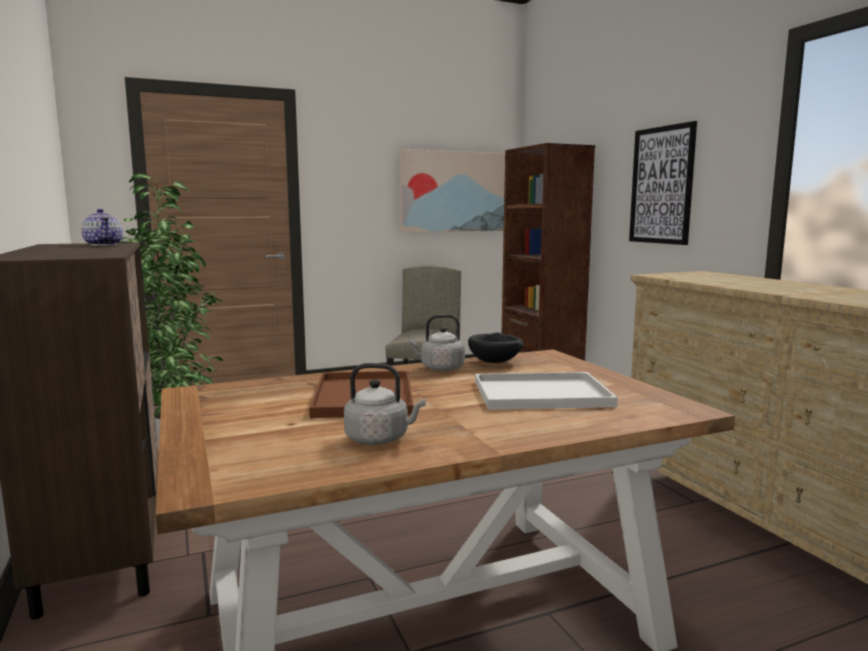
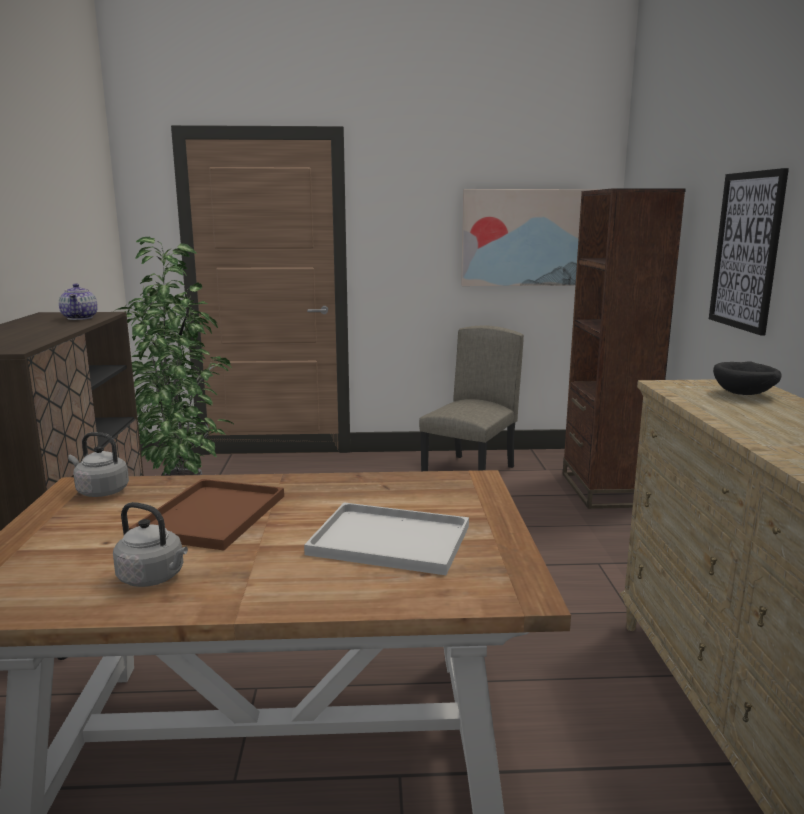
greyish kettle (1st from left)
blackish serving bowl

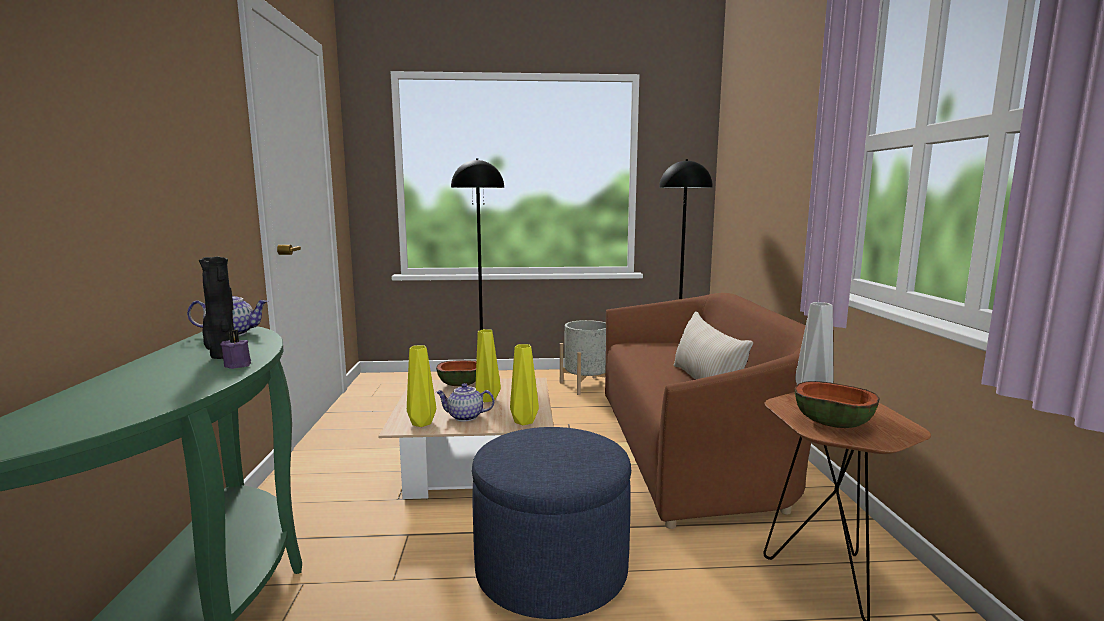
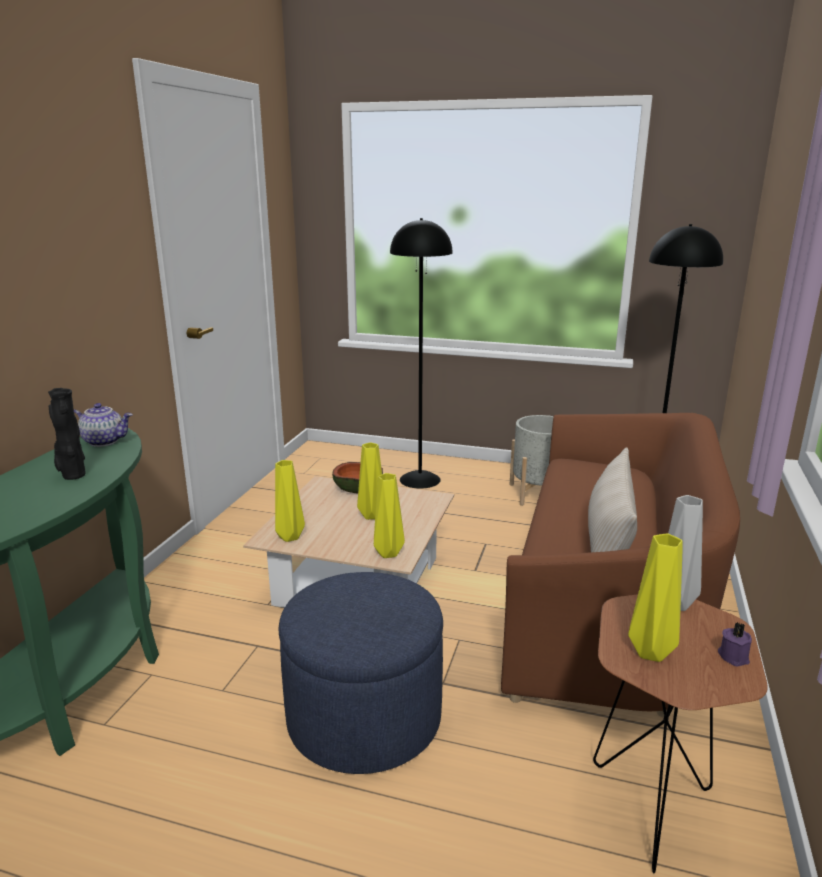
teapot (2nd from left in the first image)
purple-coloured wax candle
yellowish flower vase (4th from left)

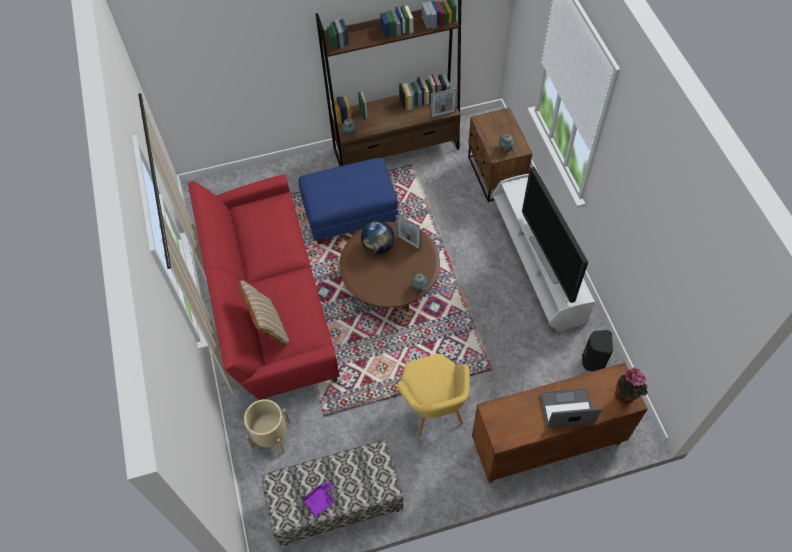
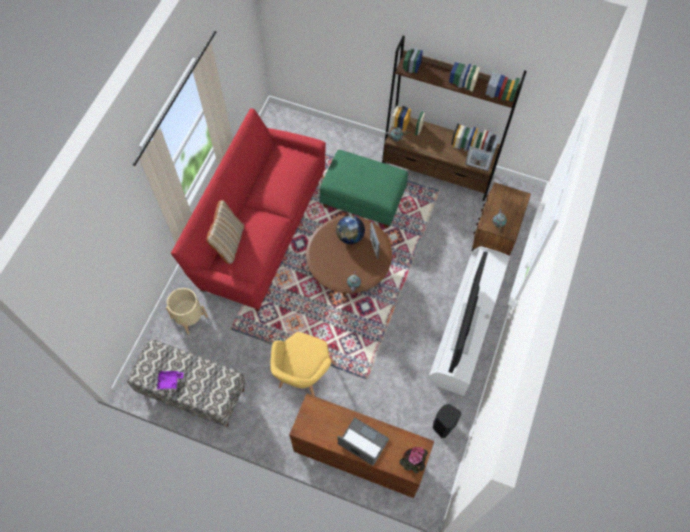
greenish pouffe

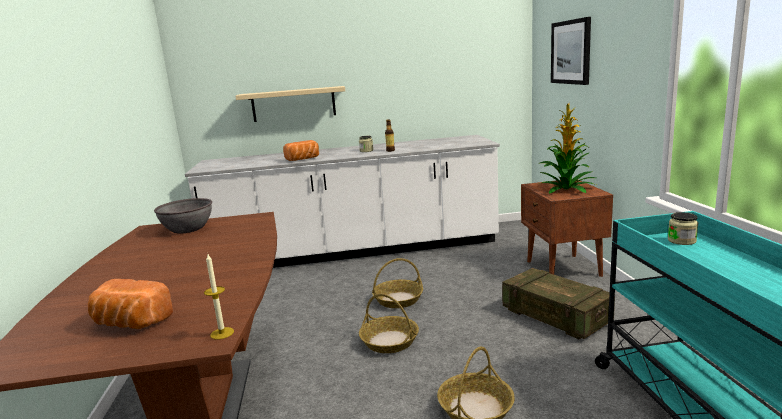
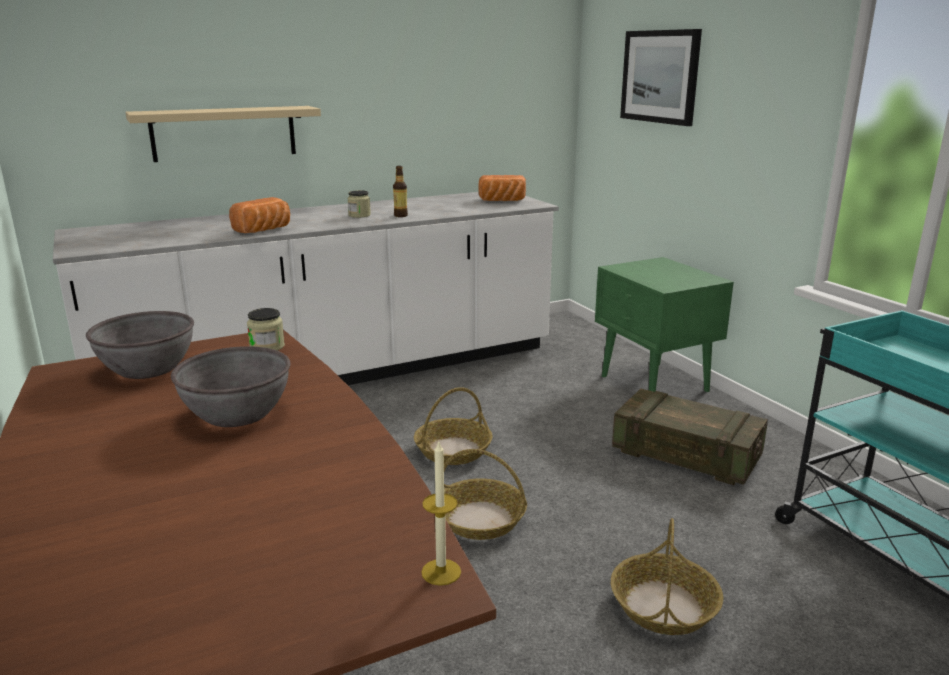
houseplant
greyish serving bowl (2nd from left)
bread (2nd from left)
jar (1st from left)
greenish bedside table

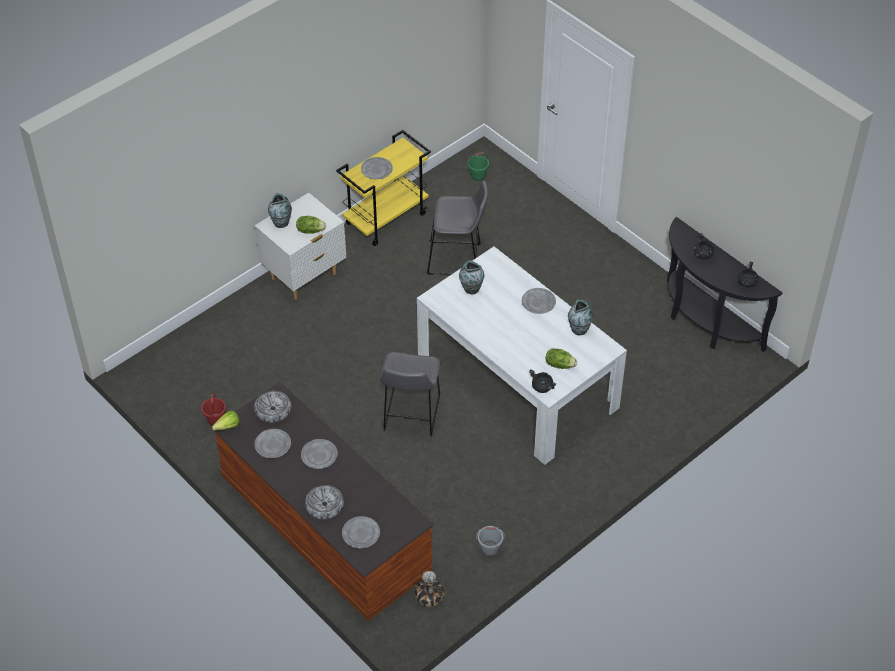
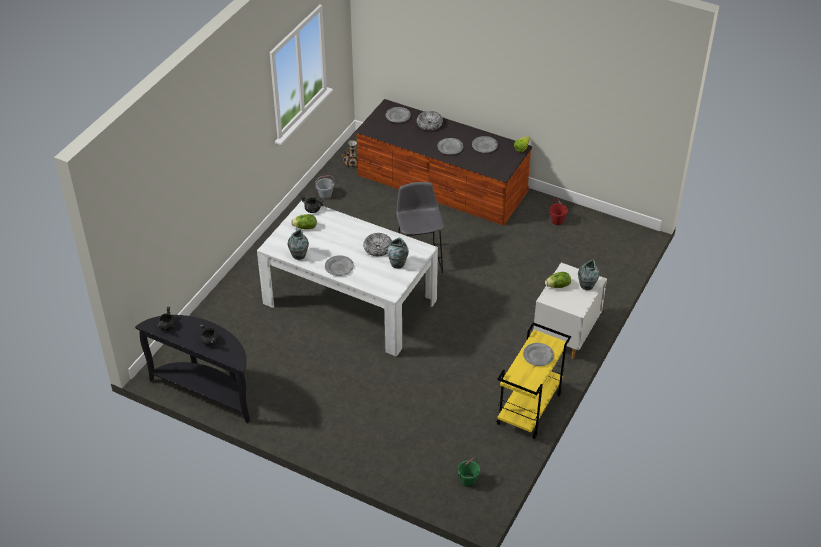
greyish stool seat (2nd from left in the first image)
serving bowl (1st from left)

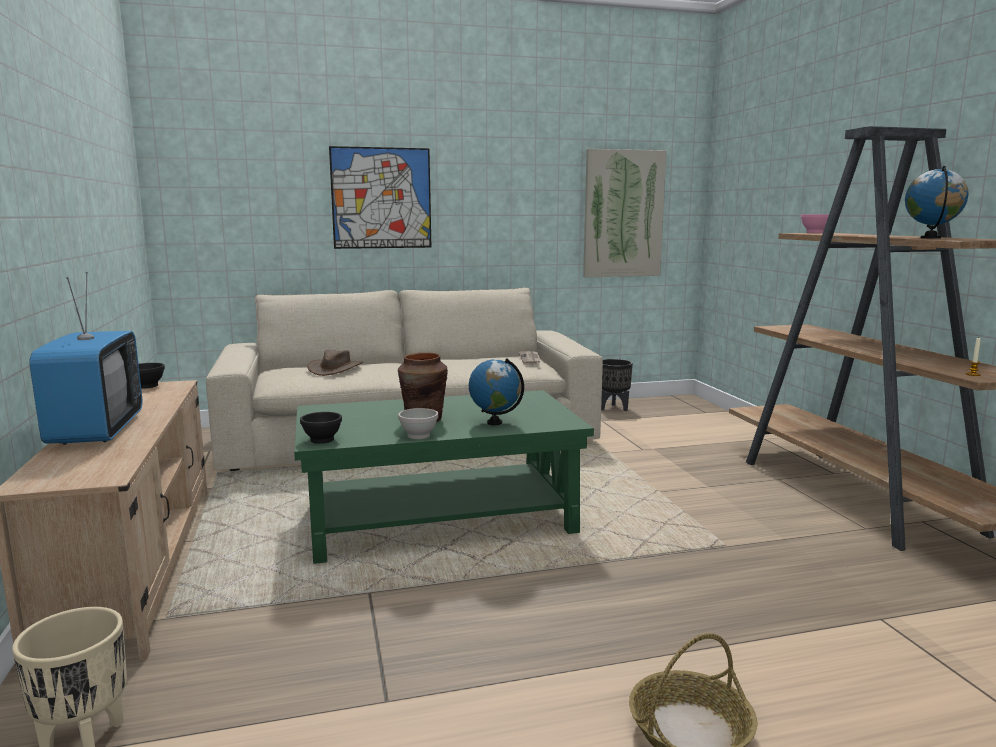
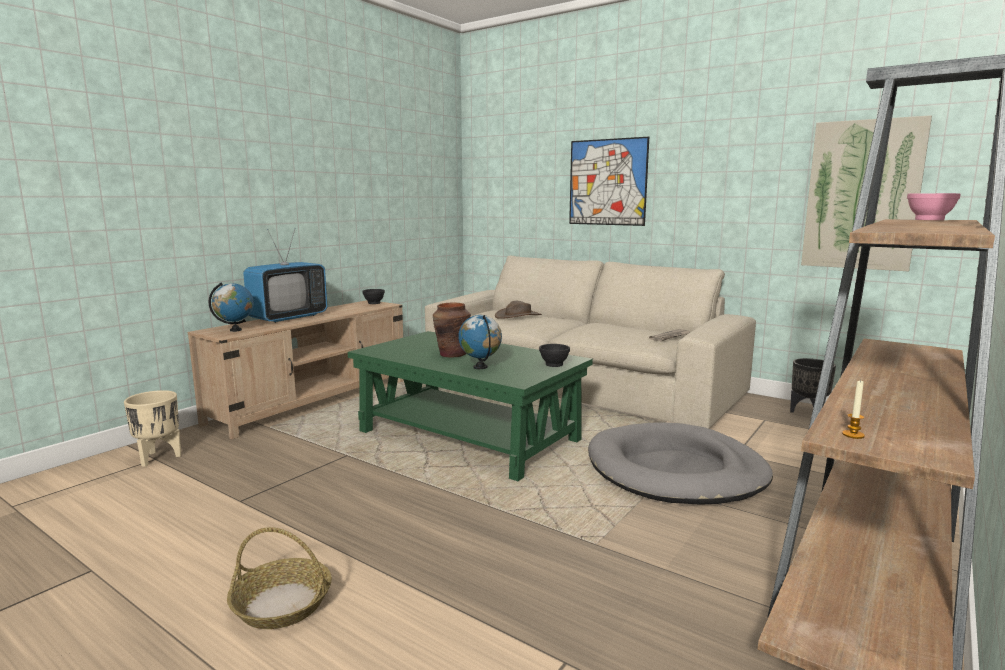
whitish serving bowl
greyish dog bed
blackish serving bowl (2nd from left)
globe (1st from left)

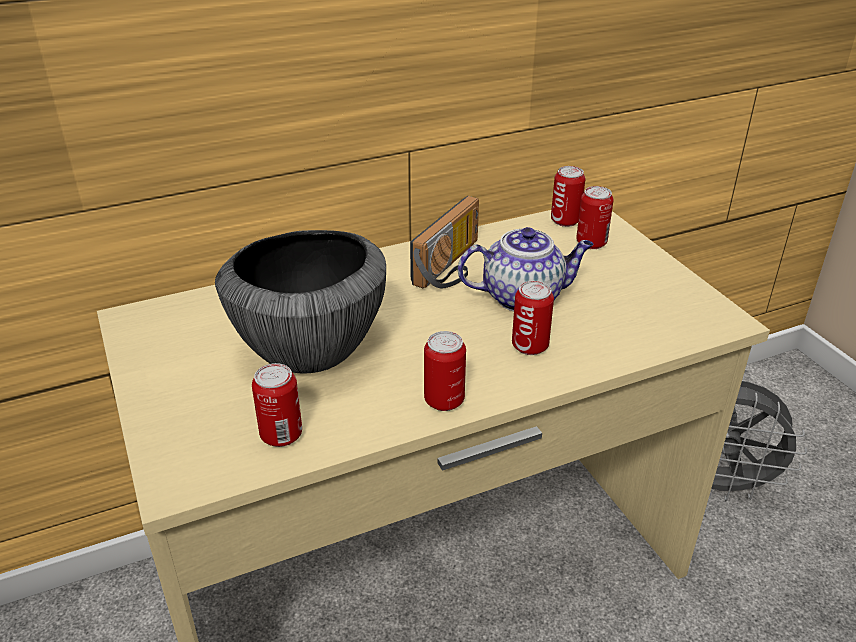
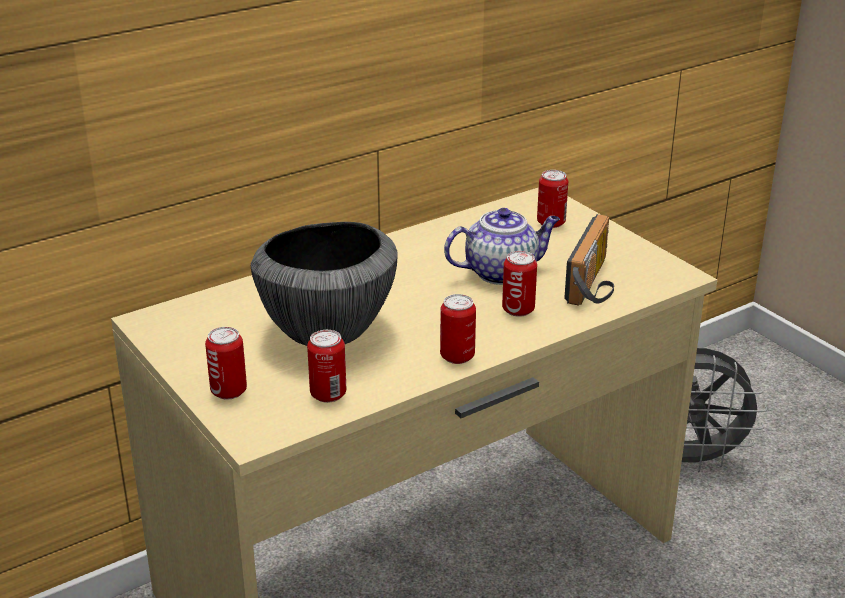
radio
metal can (1st from left)

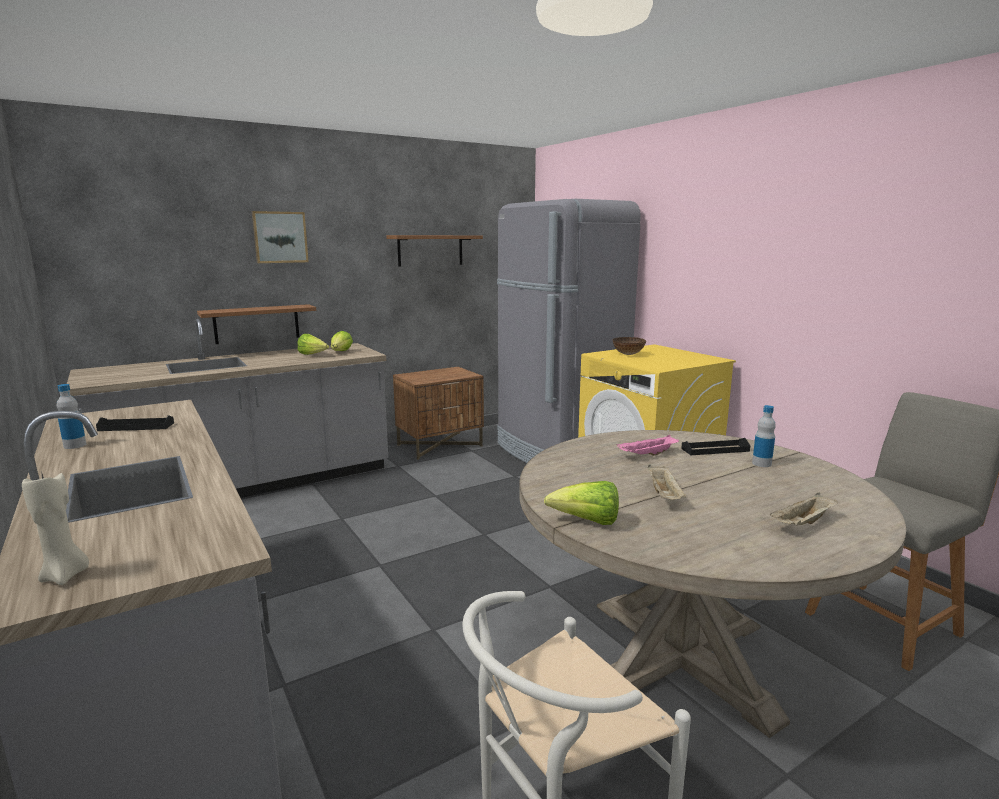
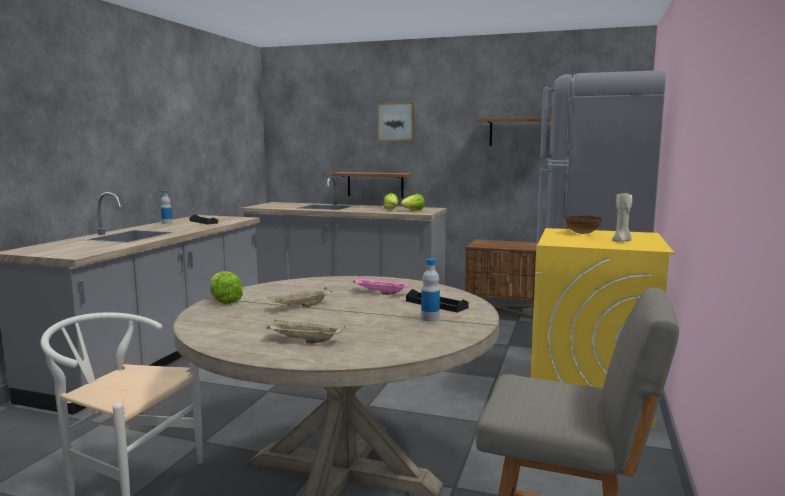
beige-coloured wax candle

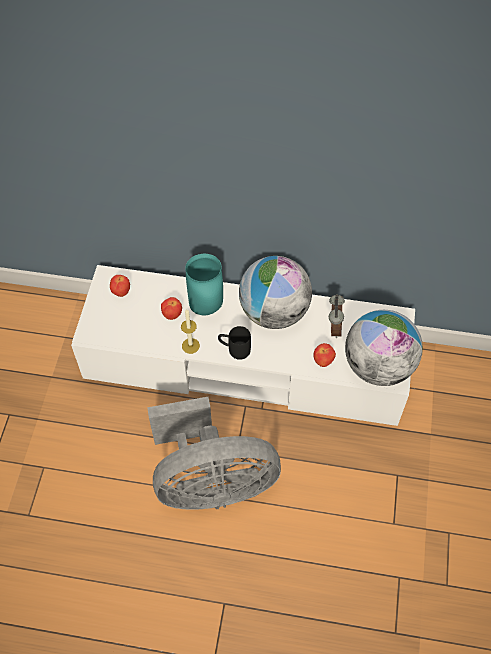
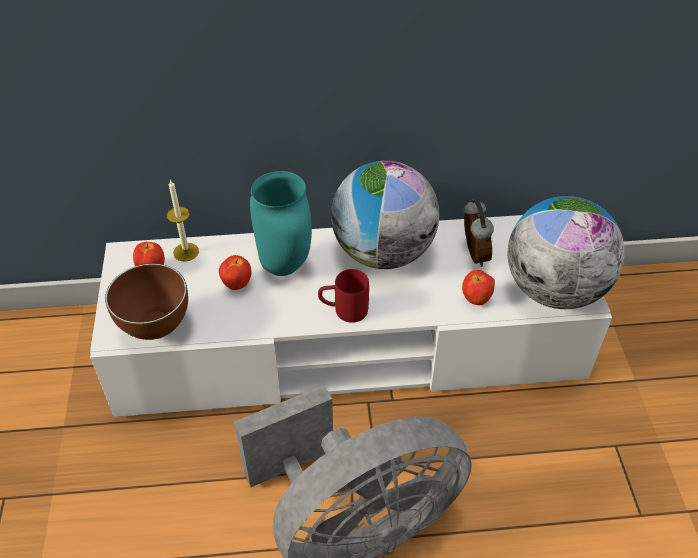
brown serving bowl
wax candle
reddish coffee mug

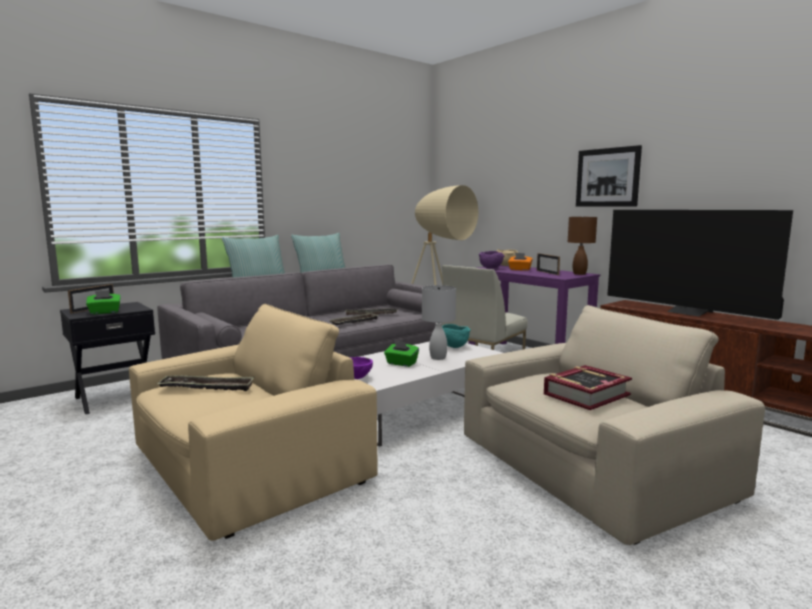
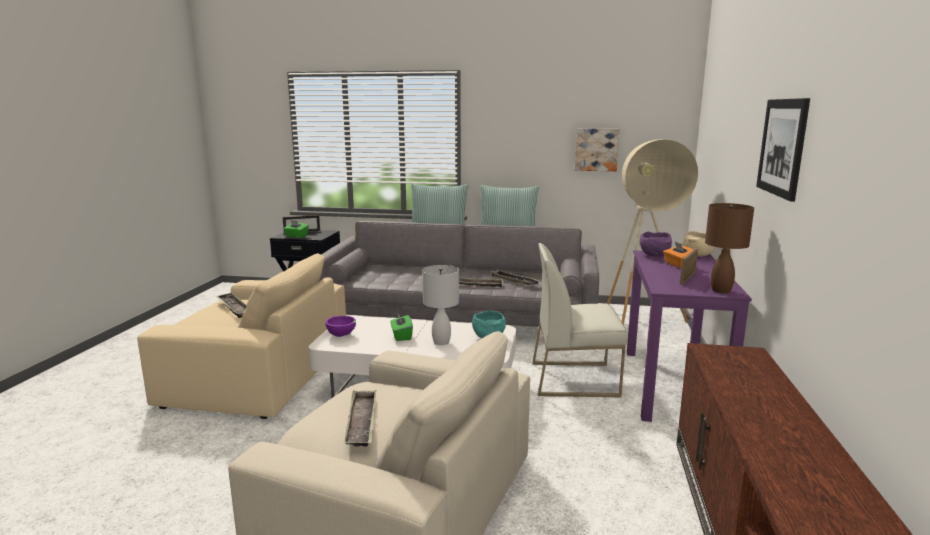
TV
picture (1st from left)
serving tray (2nd from left)

